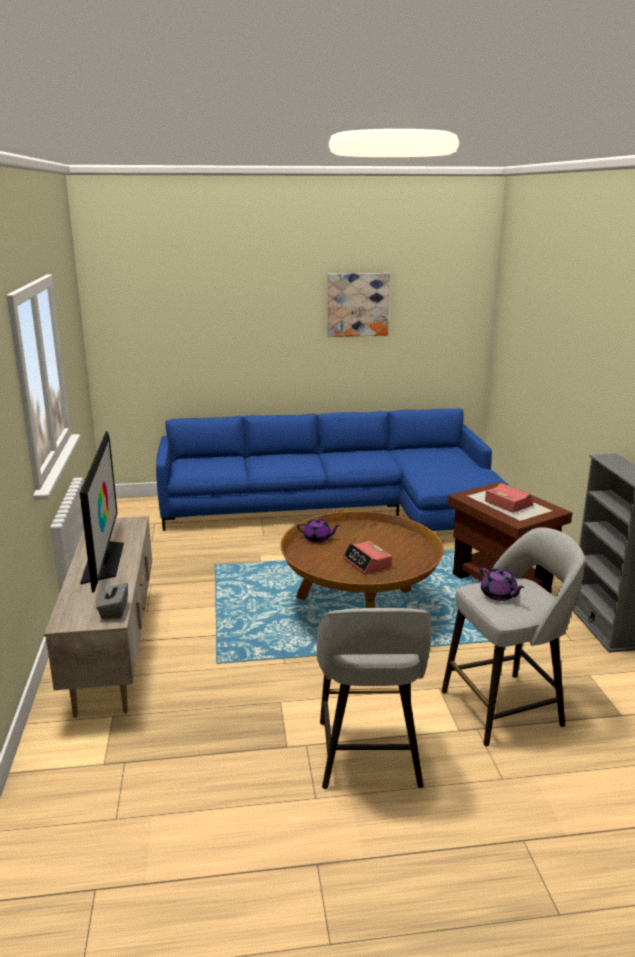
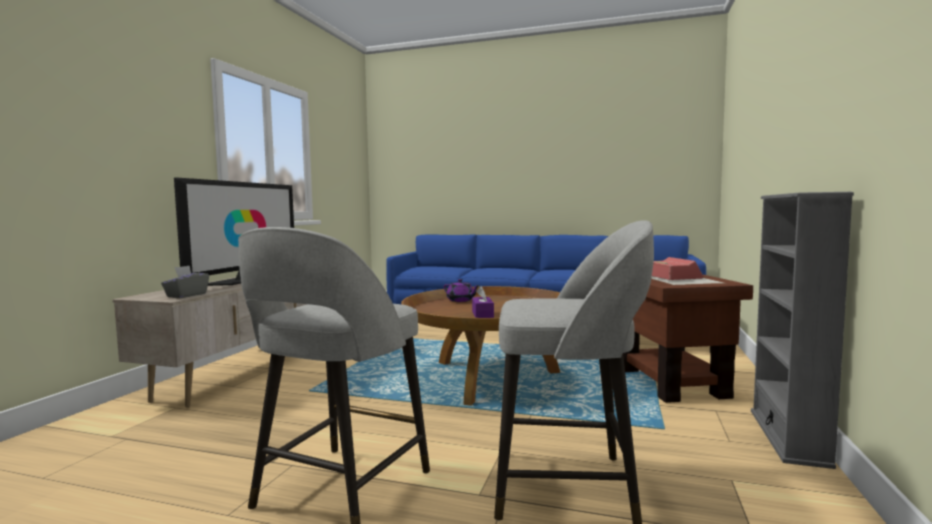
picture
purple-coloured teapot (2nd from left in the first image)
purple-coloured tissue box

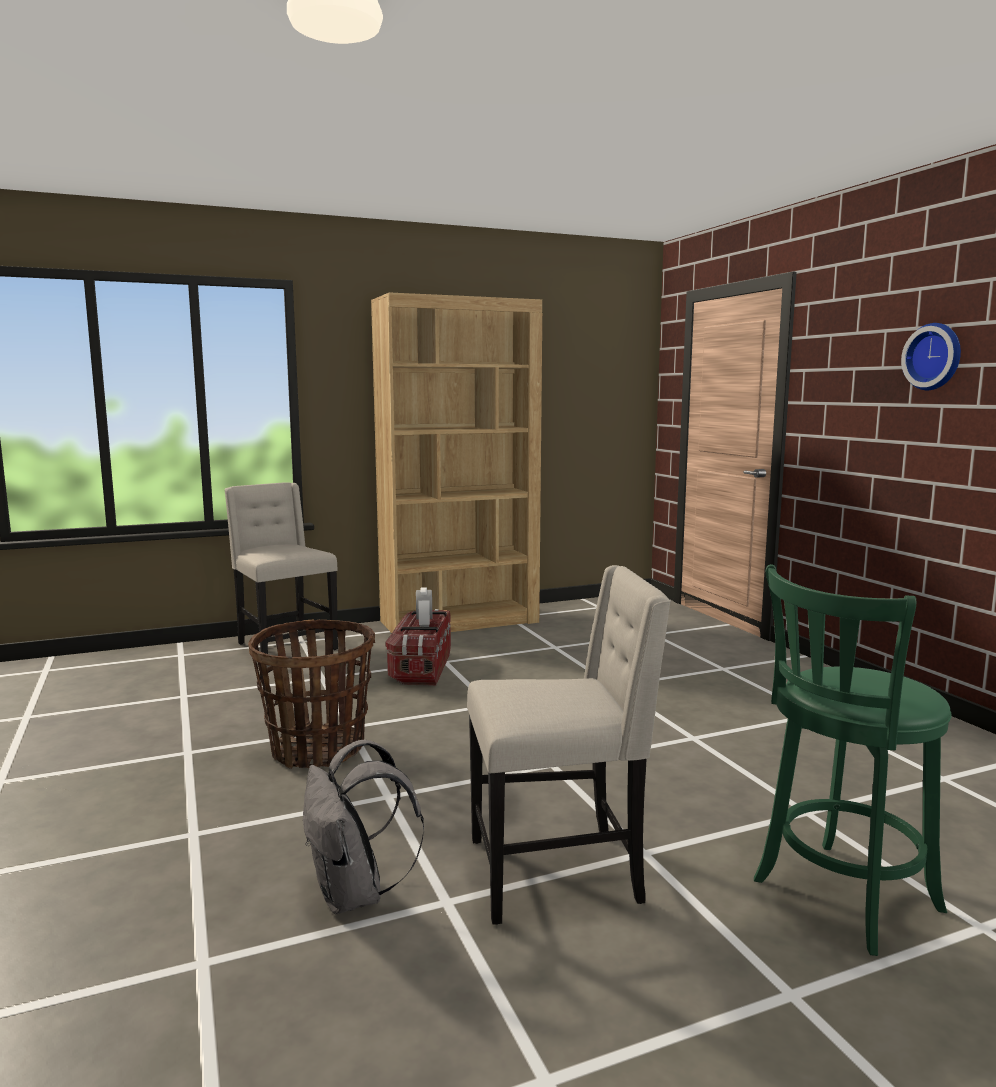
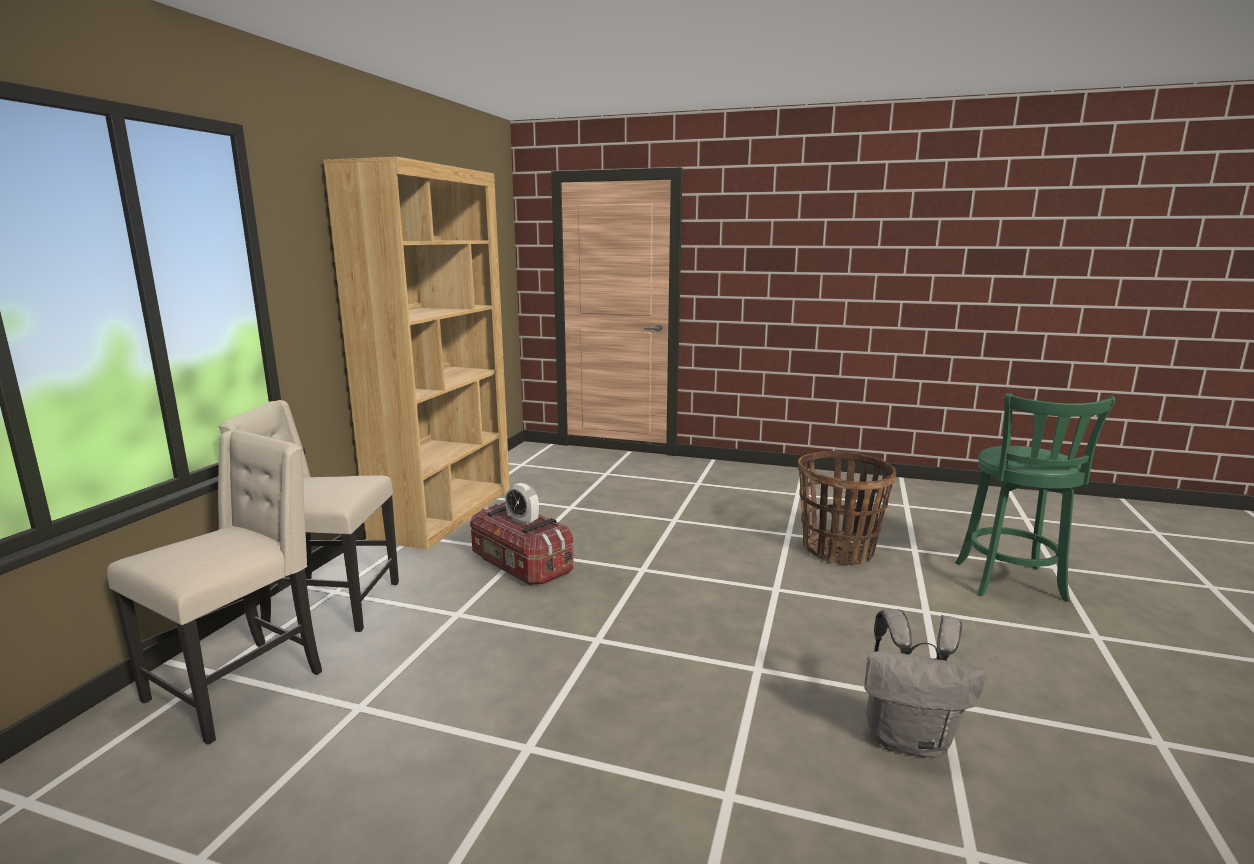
hanging clock
household basket
beige-coloured chair (1st from left)

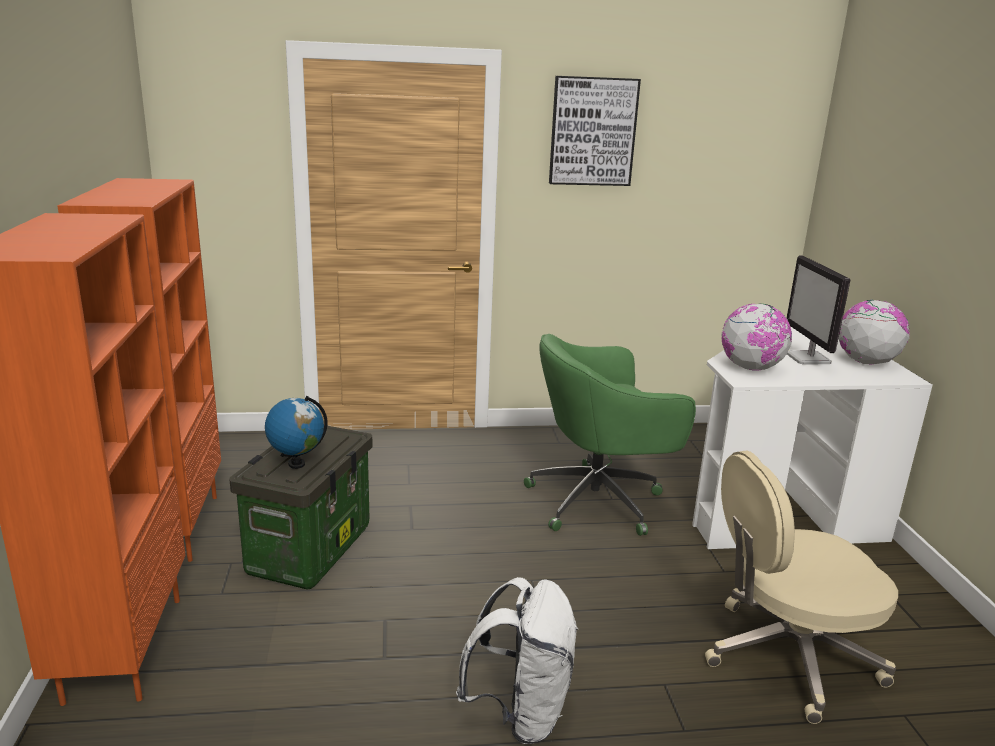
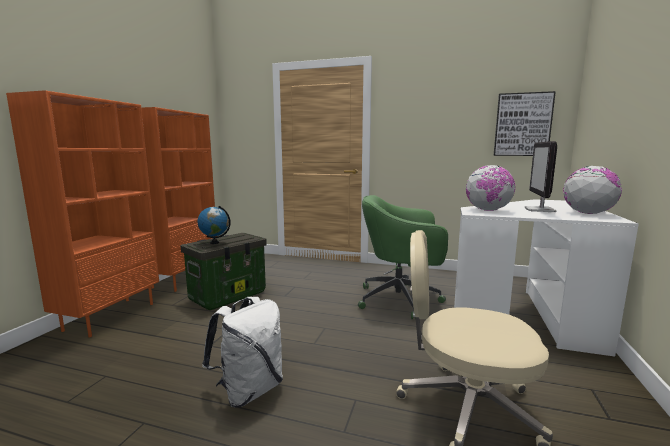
picture

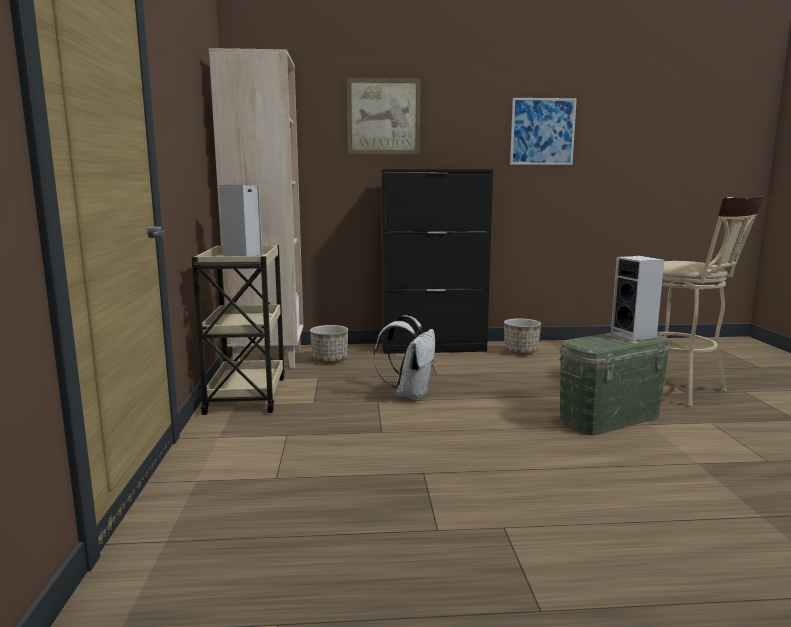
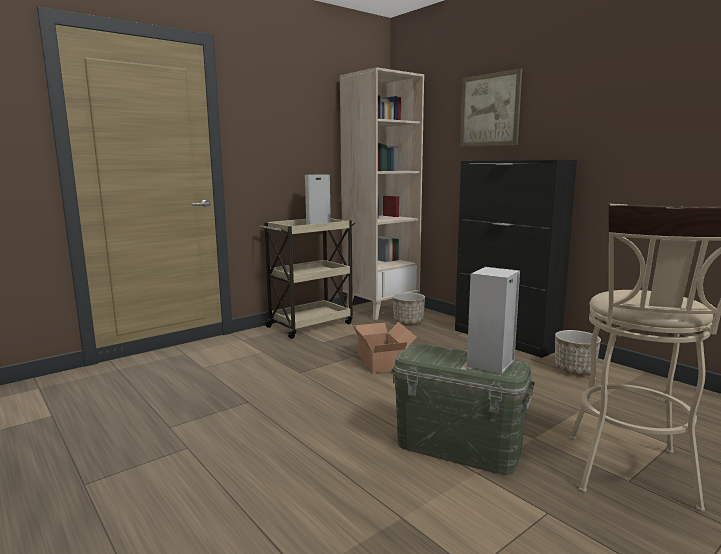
picture (2nd from left in the first image)
carton

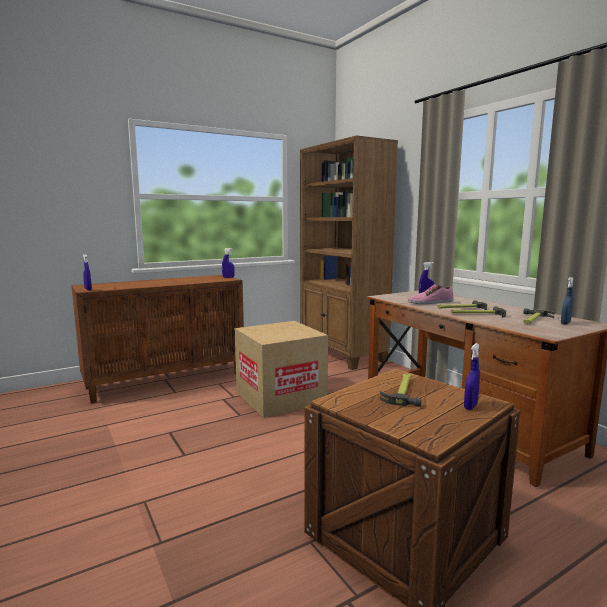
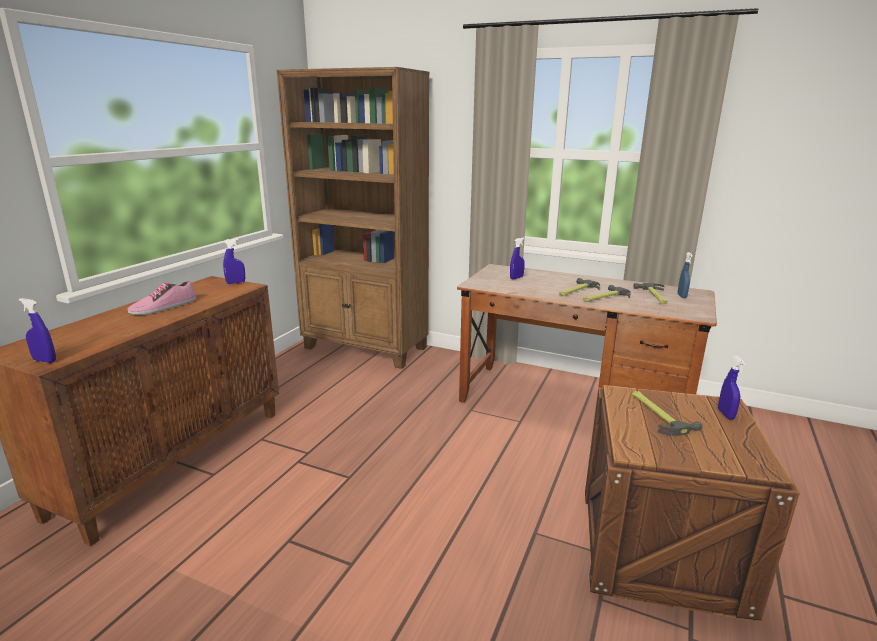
carton
shoe

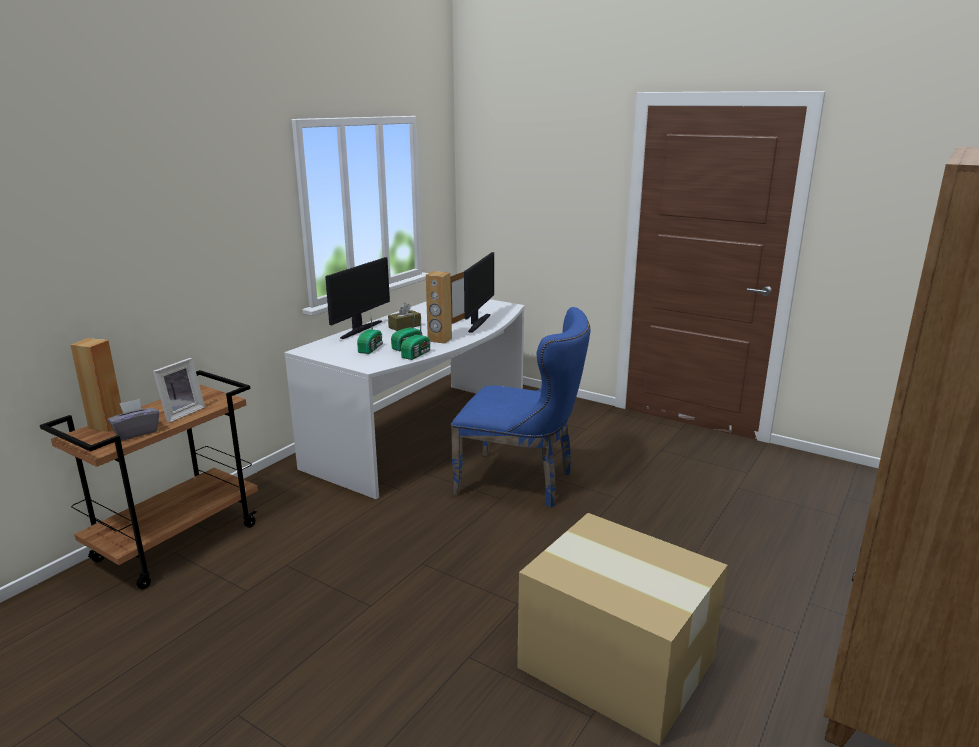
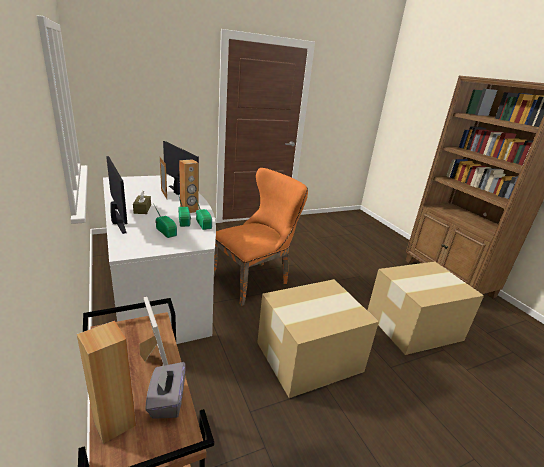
carton (1st from left)
orange chair

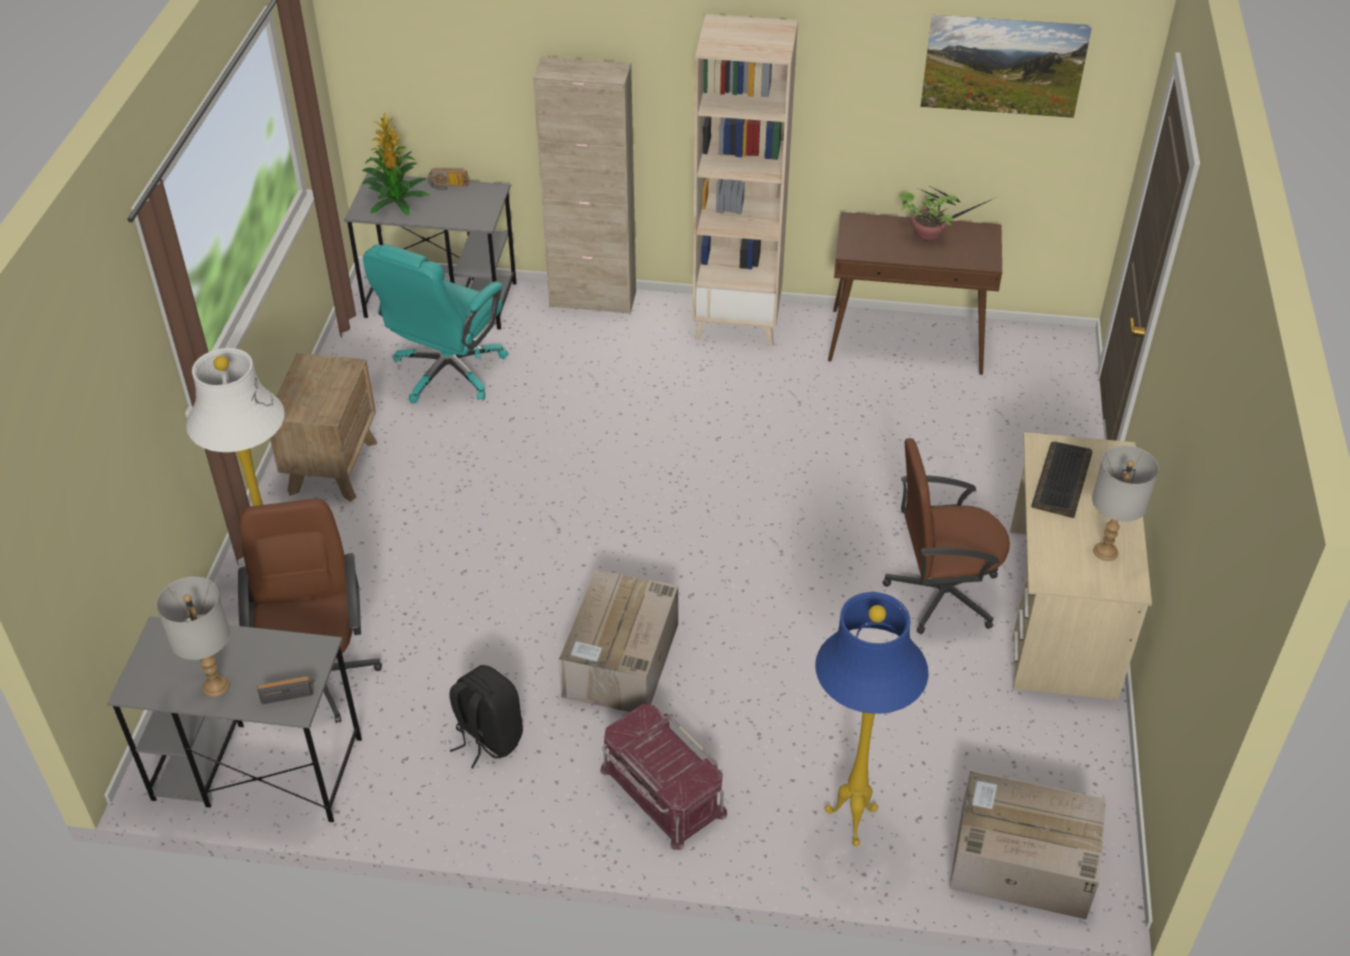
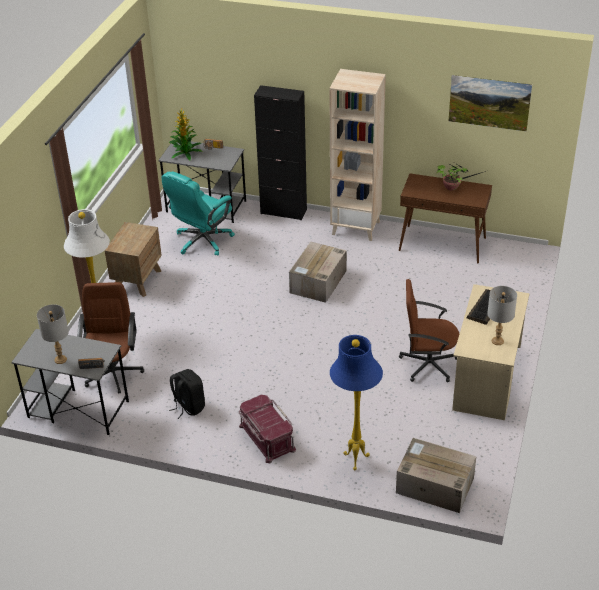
carton (1st from left)
blackish cabinet

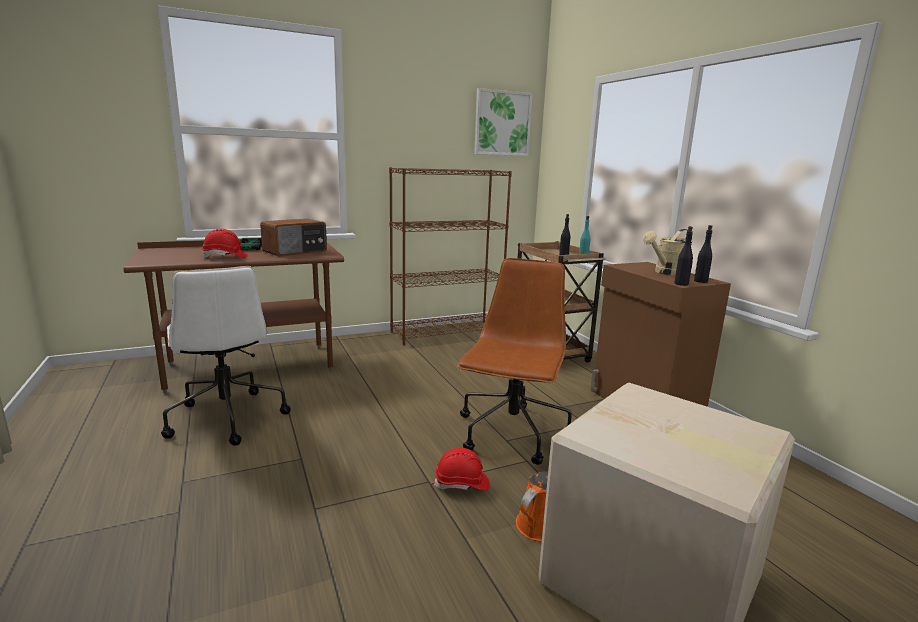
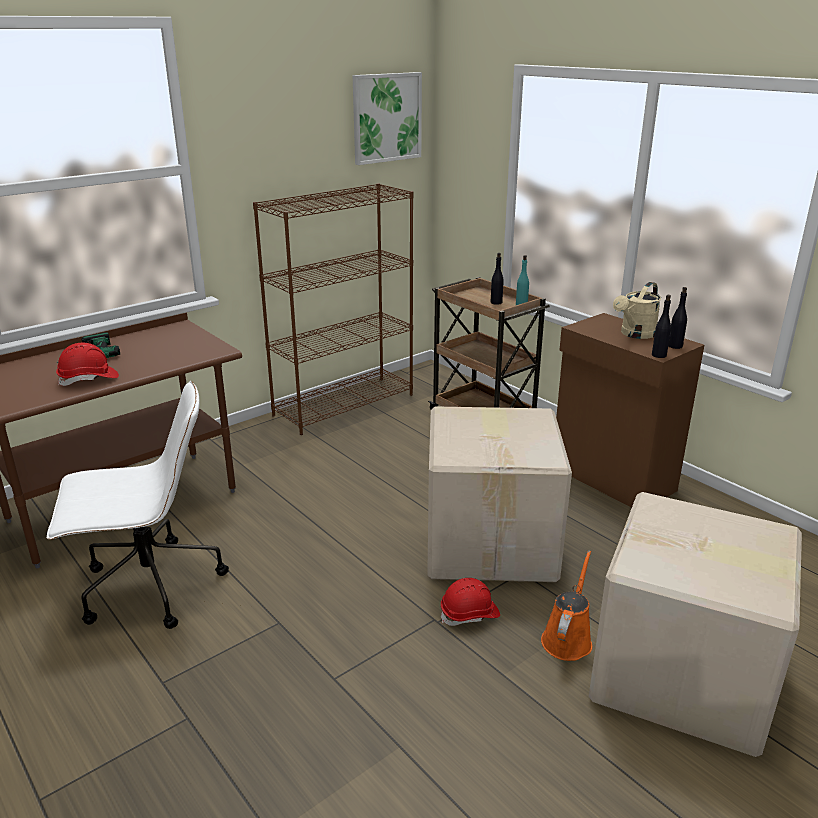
radio
carton (1st from left)
whitish office chair

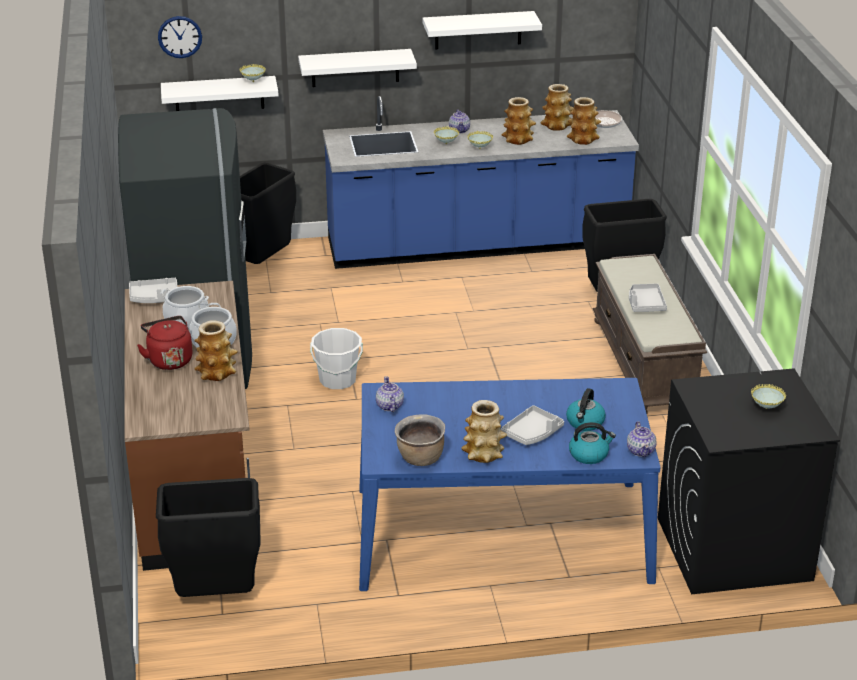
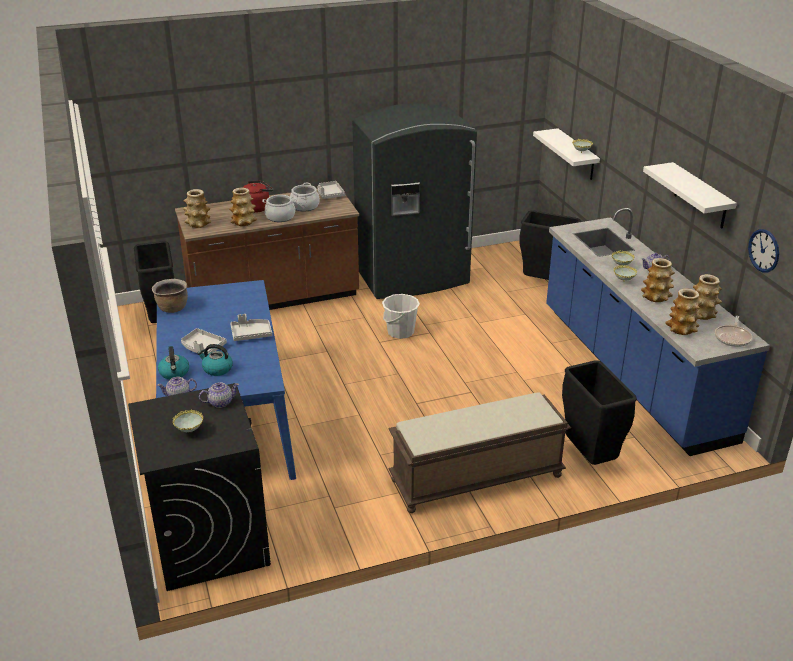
whitish bracket shelf (2nd from left in the first image)
hanging clock
teapot (2nd from left)
flower vase (1st from left)
greyish serving tray (2nd from left)

